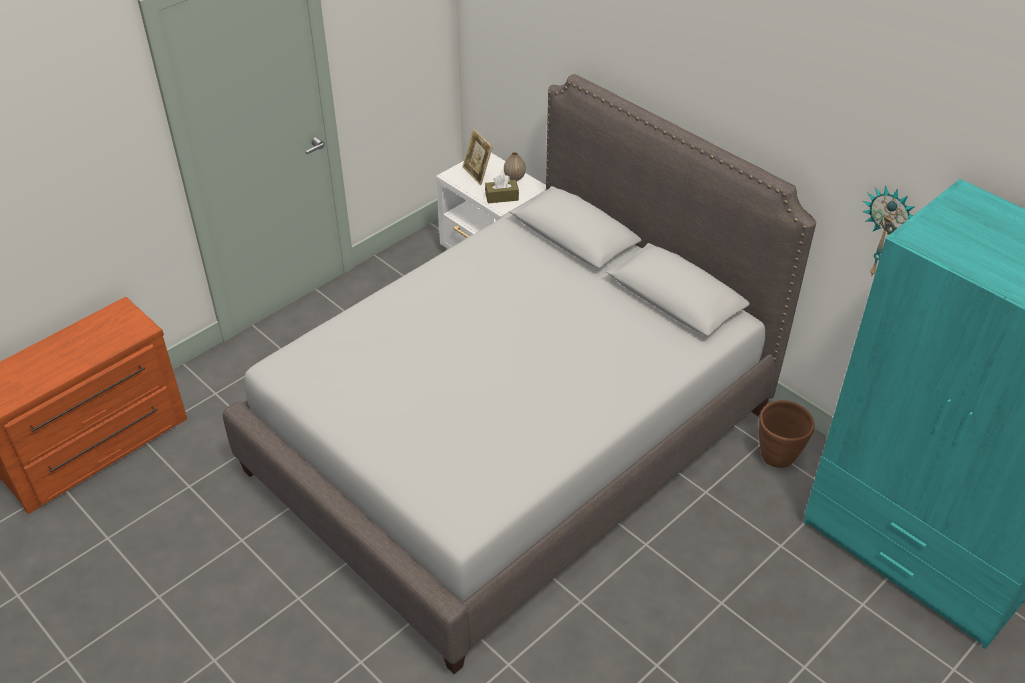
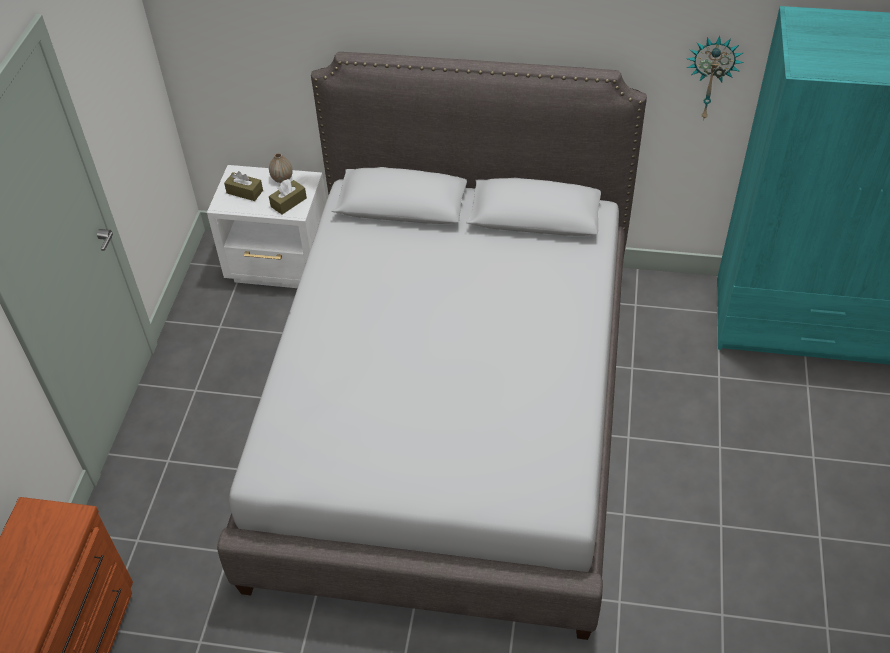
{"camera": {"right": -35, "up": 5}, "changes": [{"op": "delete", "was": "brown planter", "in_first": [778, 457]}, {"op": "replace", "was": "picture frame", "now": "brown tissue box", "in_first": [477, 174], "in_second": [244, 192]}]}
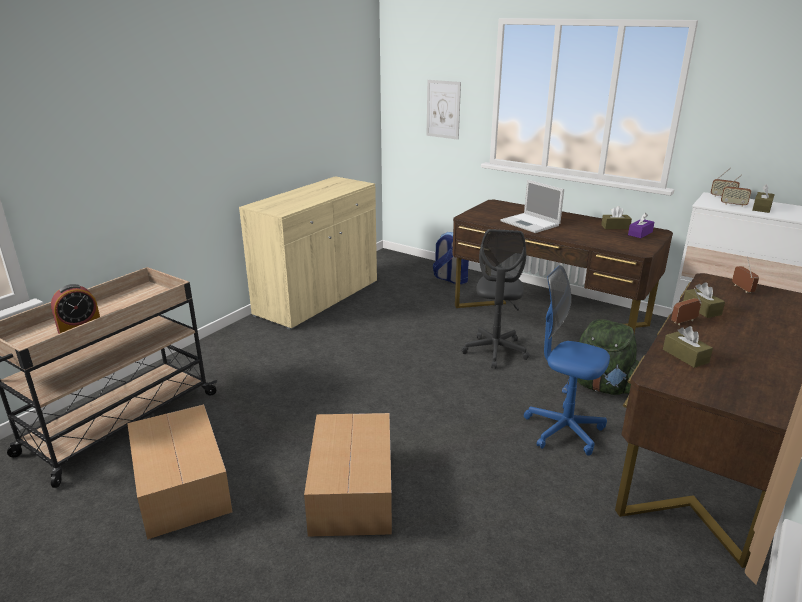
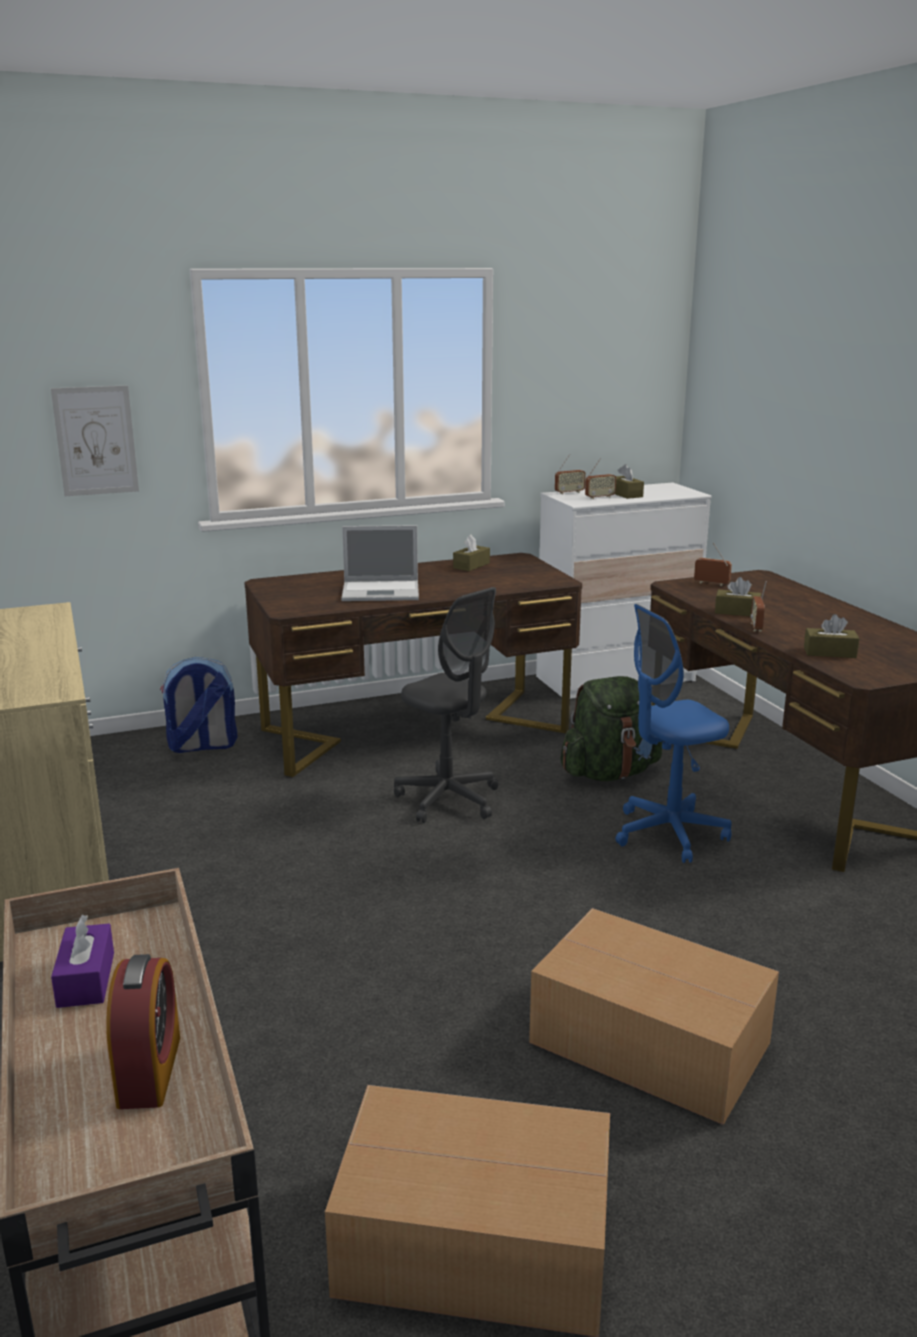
{"camera": {"right": -55, "up": -5}, "changes": [{"op": "move", "was": "purple tissue box", "in_first": [640, 233], "in_second": [86, 979]}]}
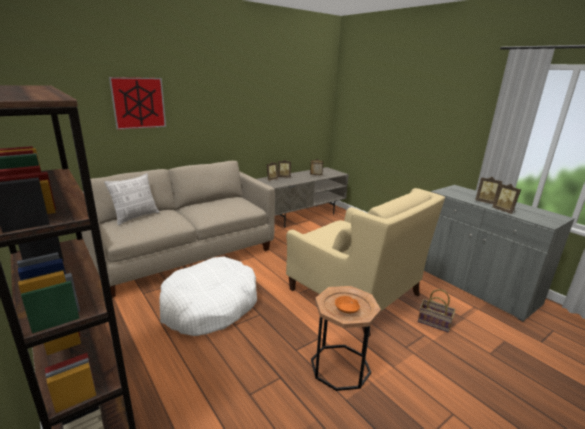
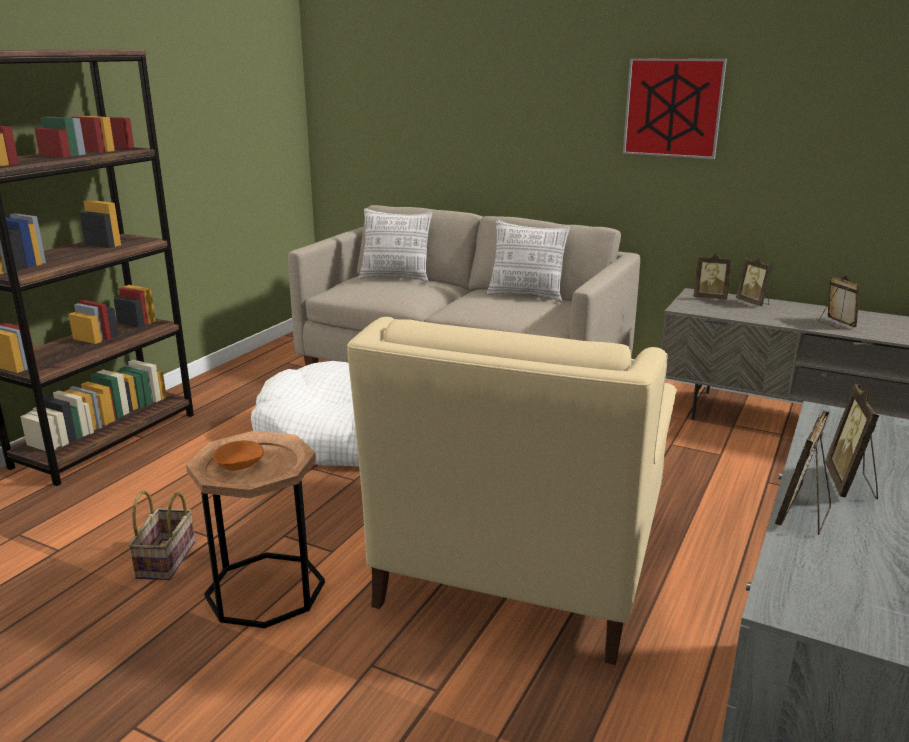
{"camera": {"right": 65, "up": 0}, "changes": [{"op": "insert", "now": "pillow", "in_second": [526, 295]}, {"op": "move", "was": "picture", "in_first": [138, 103], "in_second": [673, 108]}, {"op": "move", "was": "basket", "in_first": [435, 322], "in_second": [167, 561]}]}
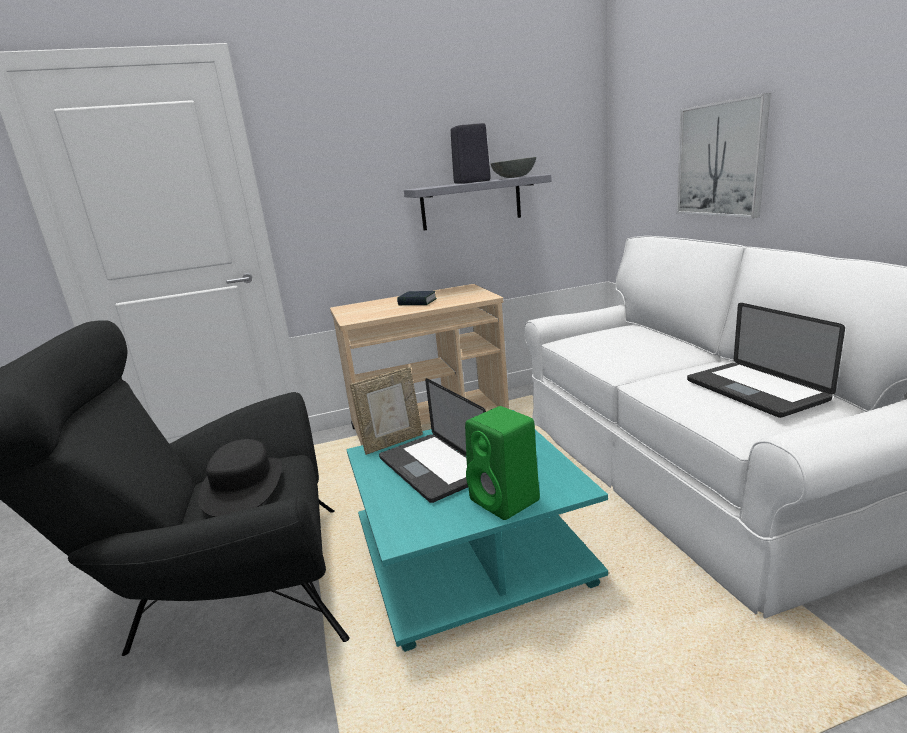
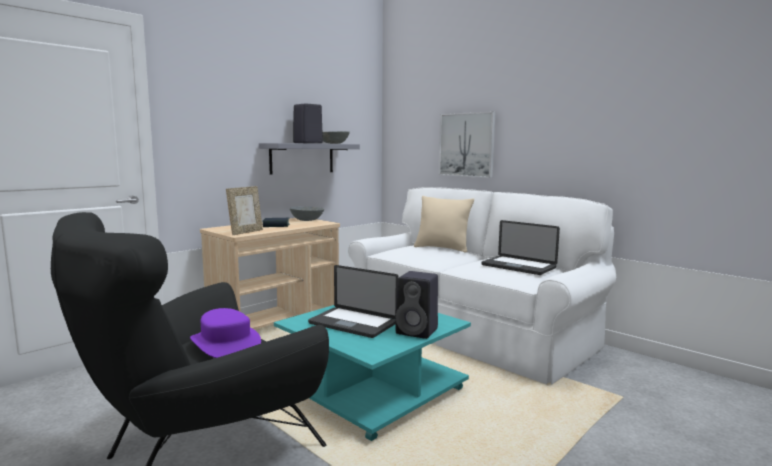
{"camera": {"right": -30, "up": -10}, "changes": [{"op": "insert", "now": "grey bowl", "in_second": [306, 220]}, {"op": "insert", "now": "beige pillow", "in_second": [442, 248]}, {"op": "move", "was": "picture frame", "in_first": [393, 442], "in_second": [246, 232]}, {"op": "recolor", "was": "black hat", "now": "purple hat", "in_first": [244, 487], "in_second": [226, 344]}, {"op": "recolor", "was": "green speaker", "now": "black speaker", "in_first": [506, 501], "in_second": [418, 331]}]}
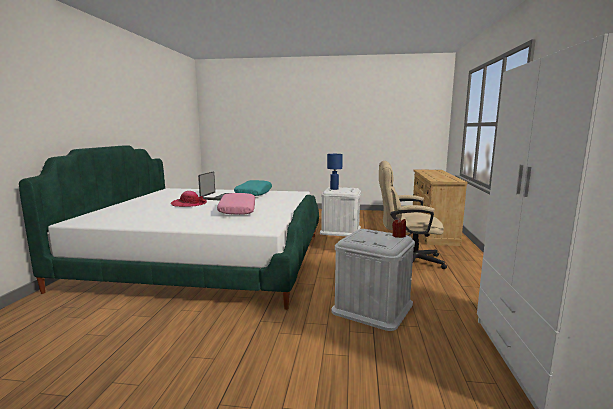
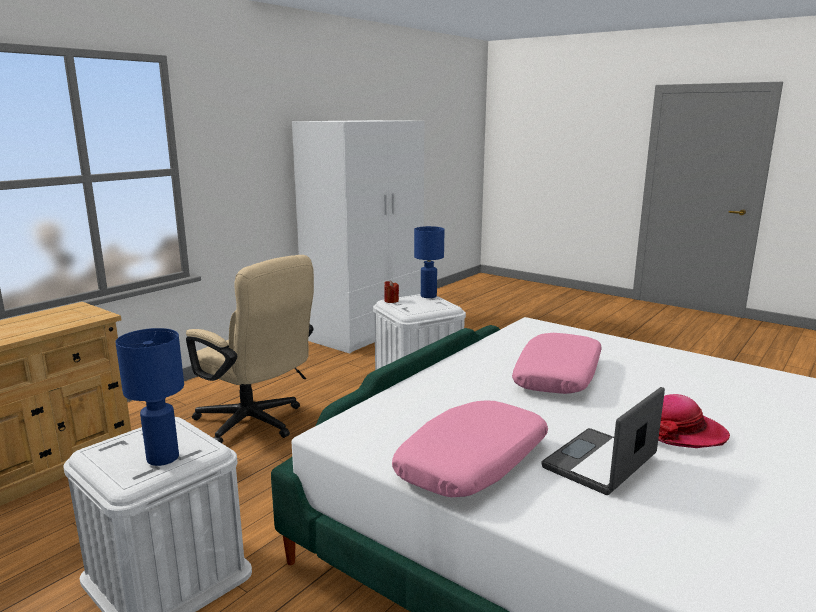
{"camera": {"right": -150, "up": 5}, "changes": [{"op": "insert", "now": "blue table lamp", "in_second": [428, 296]}, {"op": "recolor", "was": "turquoise pillow", "now": "pink pillow", "in_first": [253, 193], "in_second": [473, 463]}]}
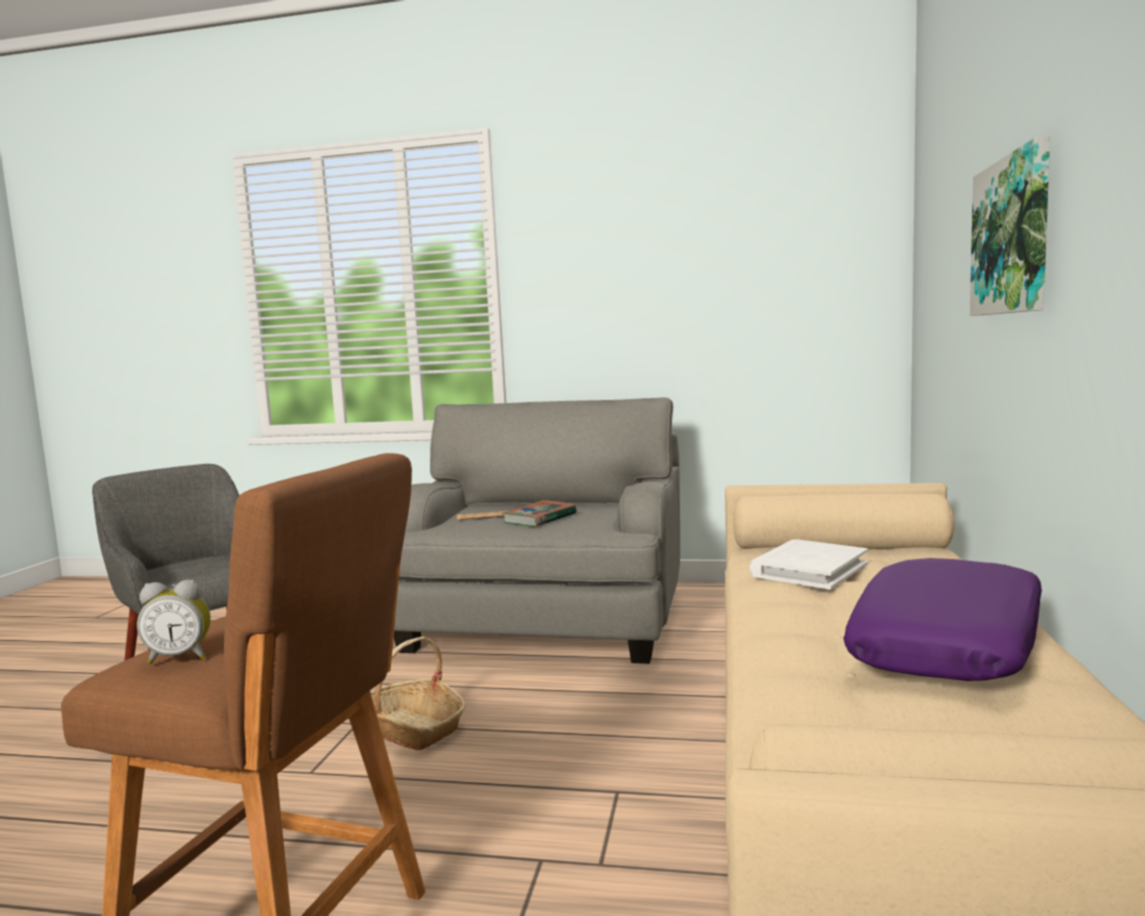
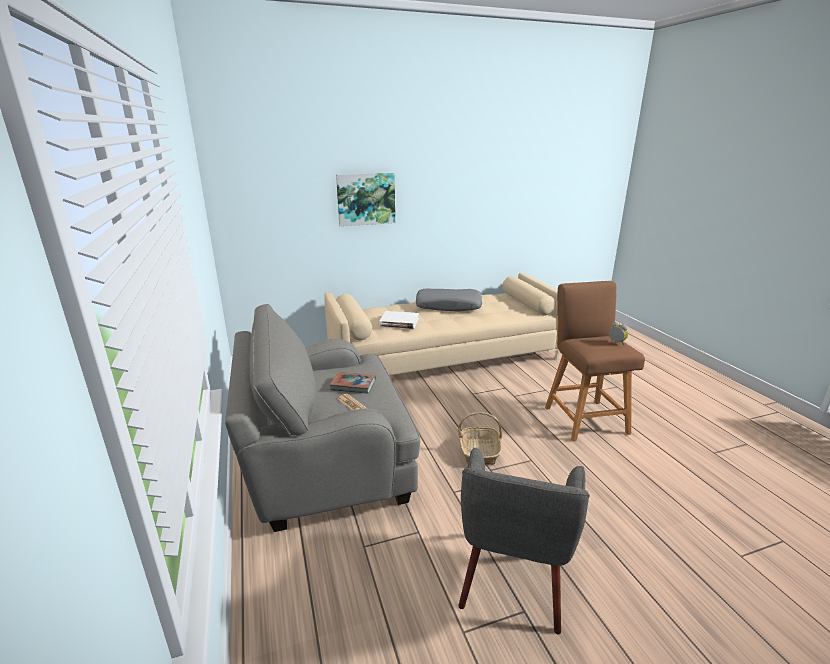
{"camera": {"right": -120, "up": 15}, "changes": [{"op": "recolor", "was": "purple pillow", "now": "grey pillow", "in_first": [949, 644], "in_second": [448, 306]}]}
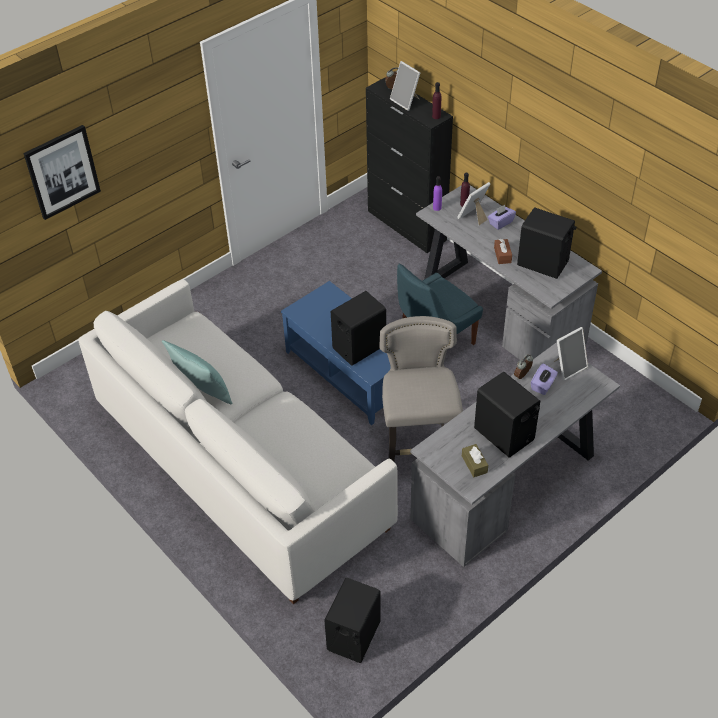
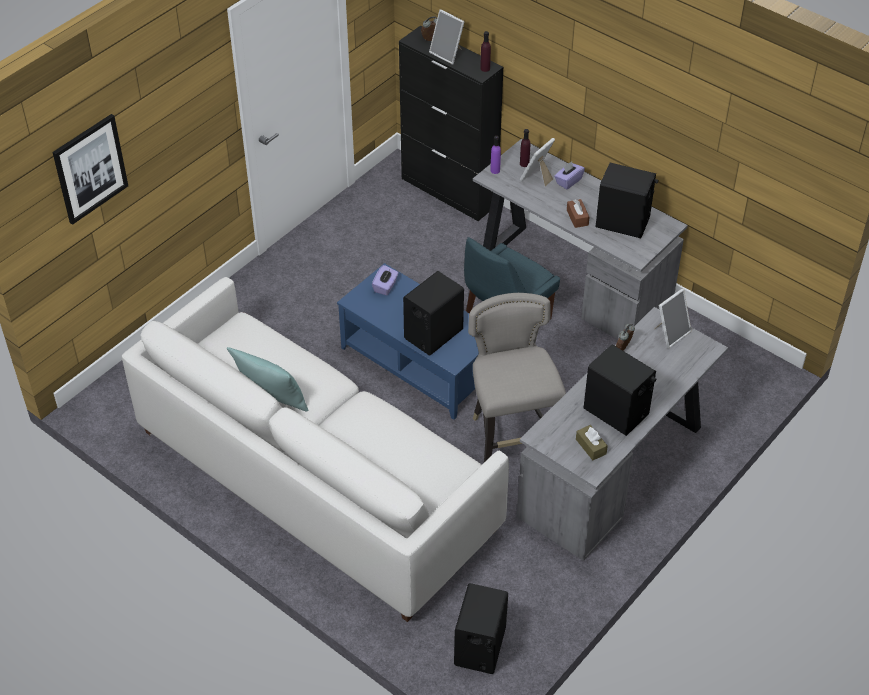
{"camera": {"right": -10, "up": 0}, "changes": [{"op": "move", "was": "purple tissue box", "in_first": [543, 385], "in_second": [385, 287]}]}
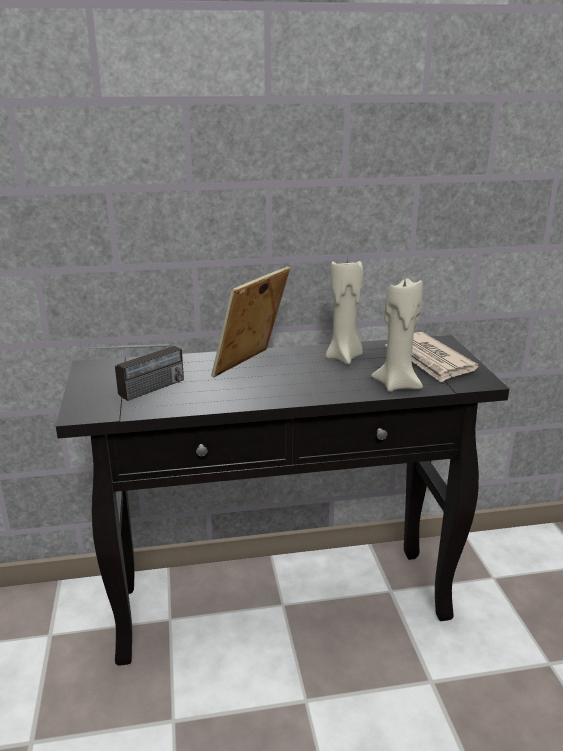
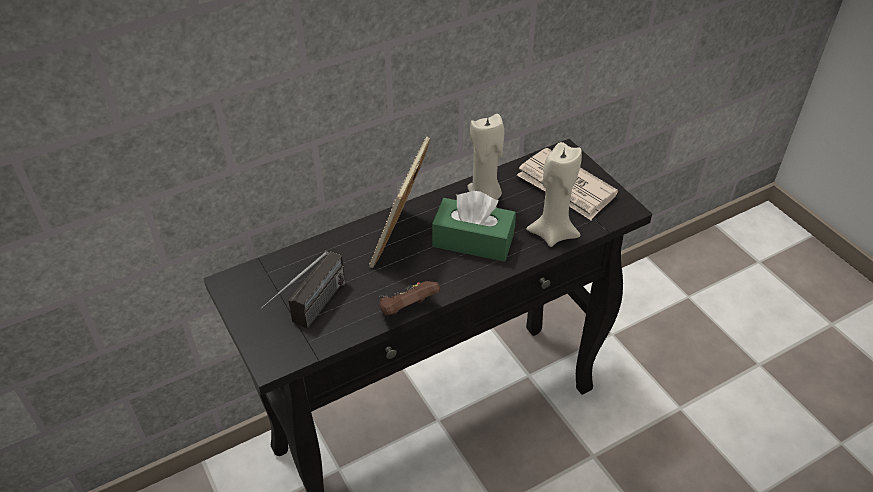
{"camera": {"right": -20, "up": 20}, "changes": [{"op": "insert", "now": "brown game controller", "in_second": [407, 309]}, {"op": "insert", "now": "green tissue box", "in_second": [473, 241]}]}
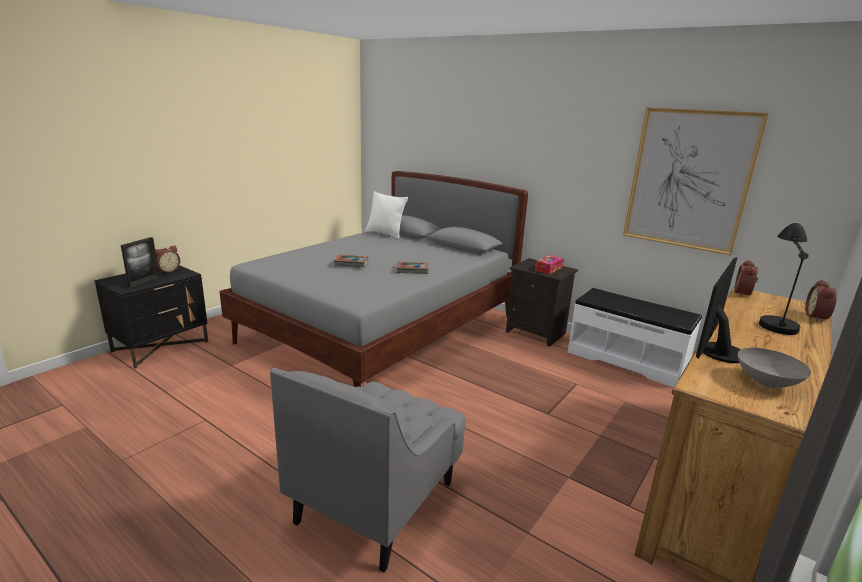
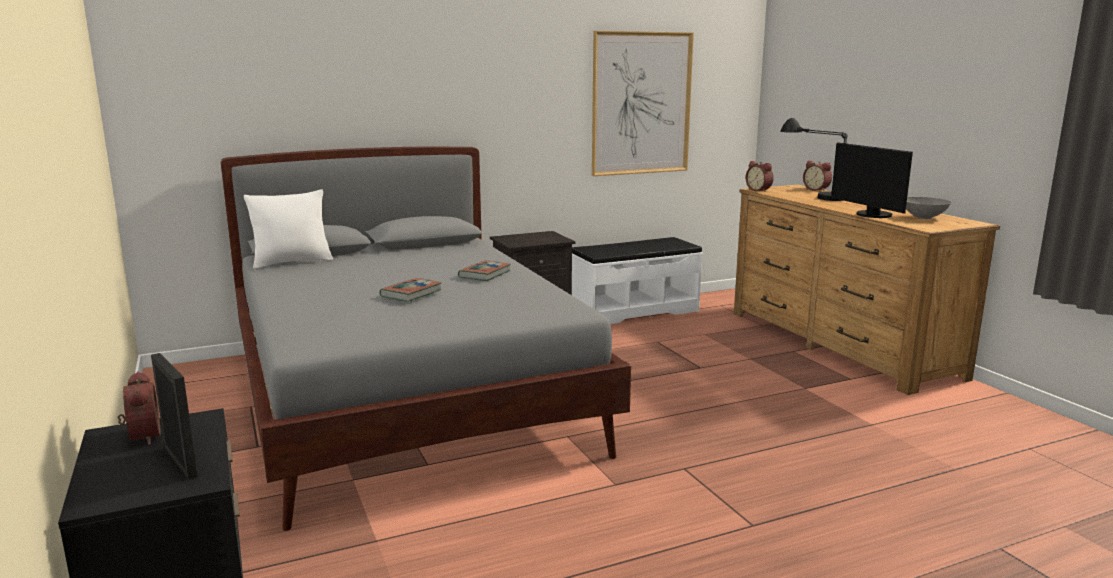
{"camera": {"right": -60, "up": -5}, "changes": [{"op": "delete", "was": "grey armchair", "in_first": [377, 500]}, {"op": "delete", "was": "tissue box", "in_first": [549, 269]}]}
